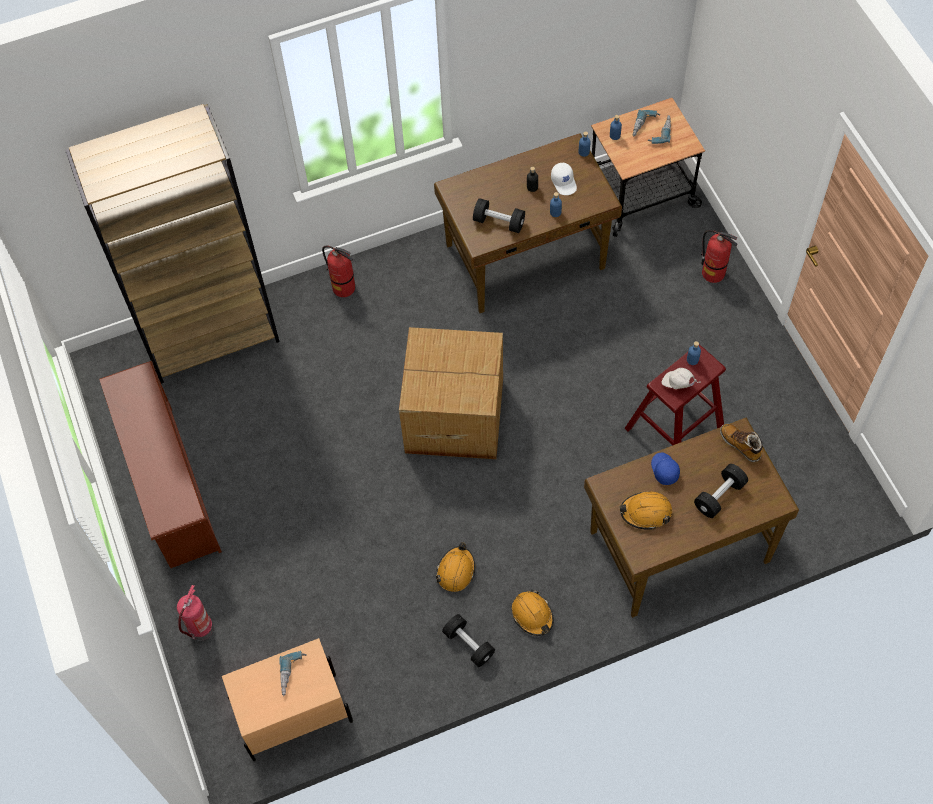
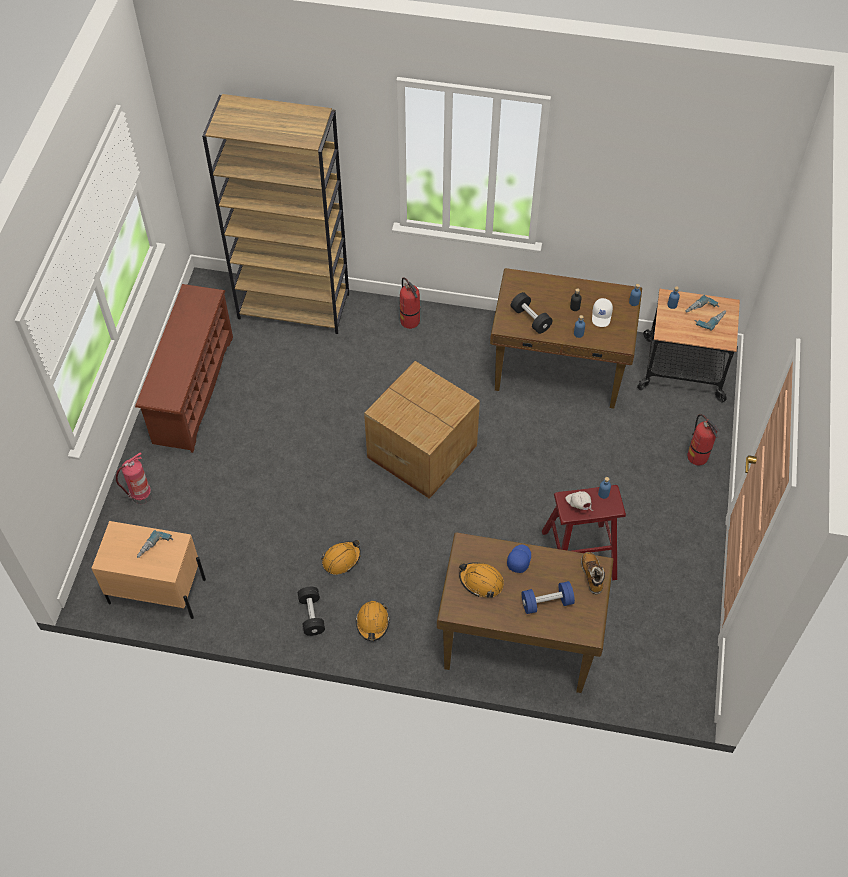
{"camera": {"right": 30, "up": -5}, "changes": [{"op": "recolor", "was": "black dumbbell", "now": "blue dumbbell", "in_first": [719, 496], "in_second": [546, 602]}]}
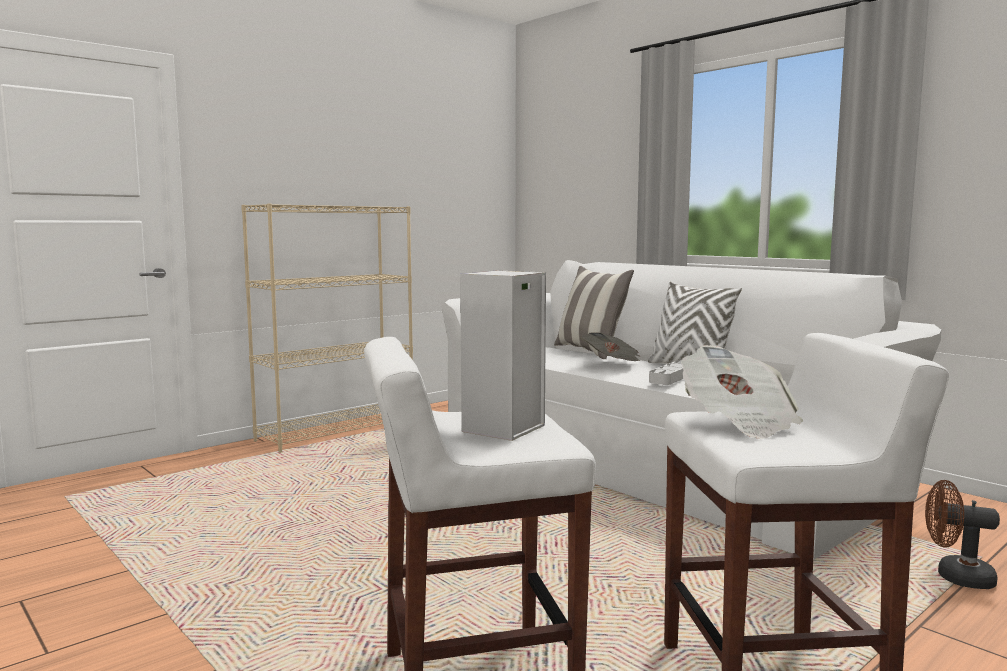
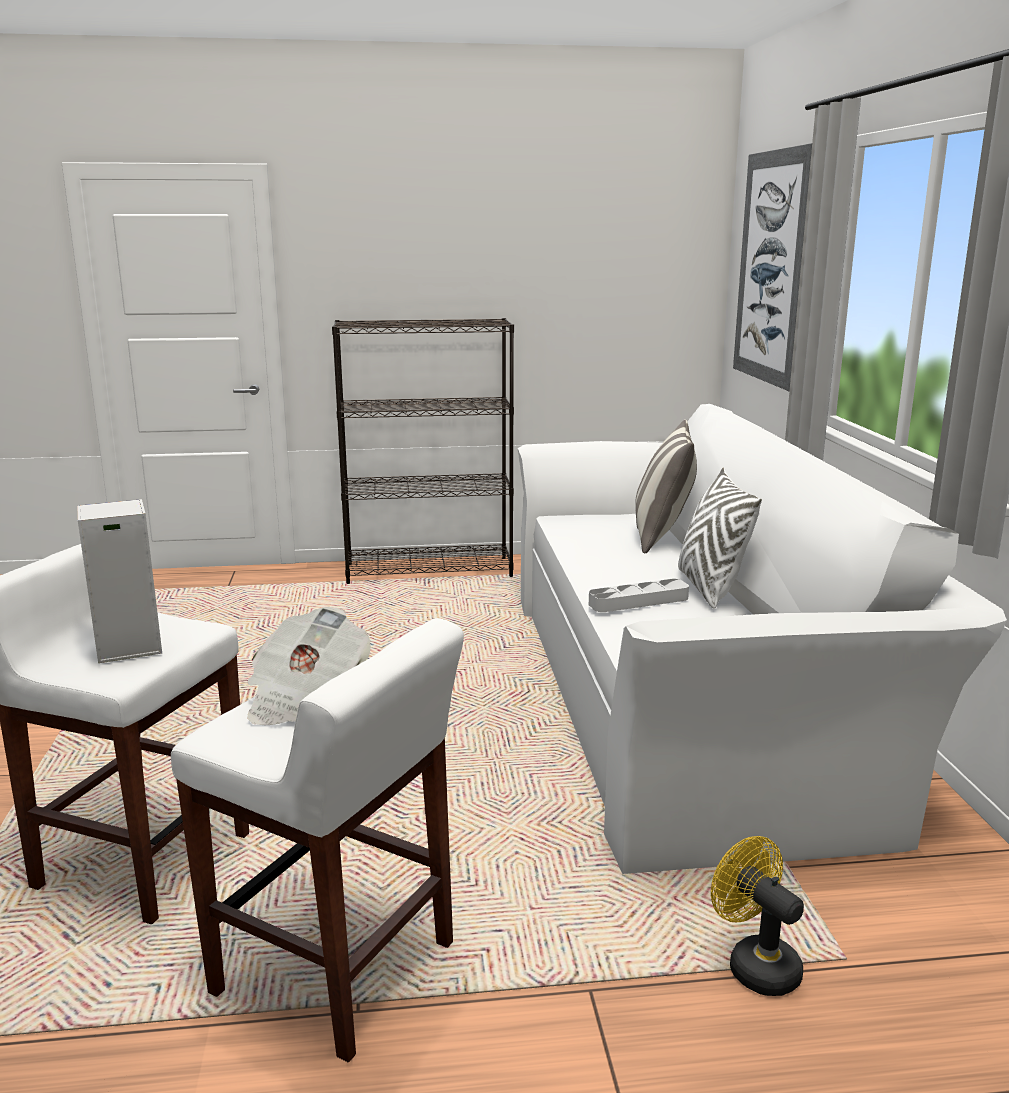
{"camera": {"right": 35, "up": 10}, "changes": [{"op": "delete", "was": "newspaper", "in_first": [612, 364]}, {"op": "insert", "now": "picture", "in_second": [772, 268]}, {"op": "recolor", "was": "beige bookcase", "now": "black bookcase", "in_first": [337, 432], "in_second": [430, 570]}, {"op": "recolor", "was": "brown fan", "now": "yellow fan", "in_first": [956, 577], "in_second": [755, 964]}]}
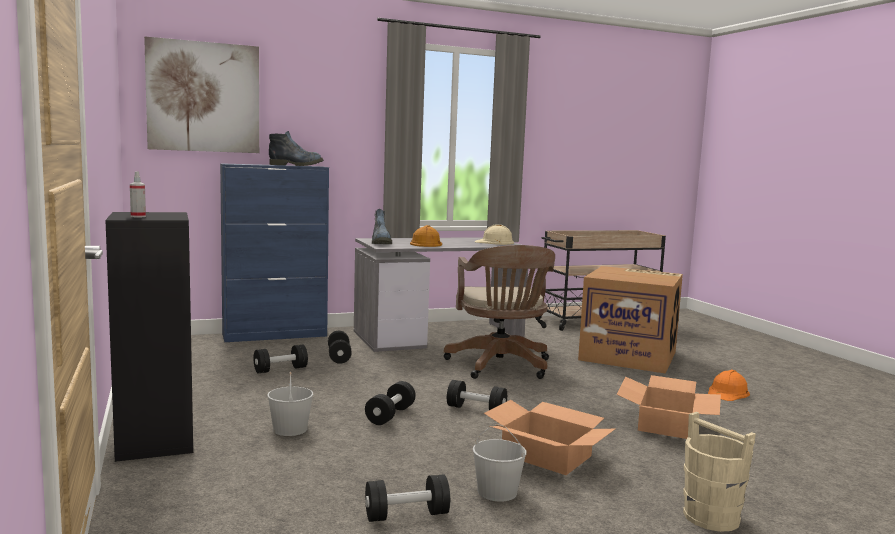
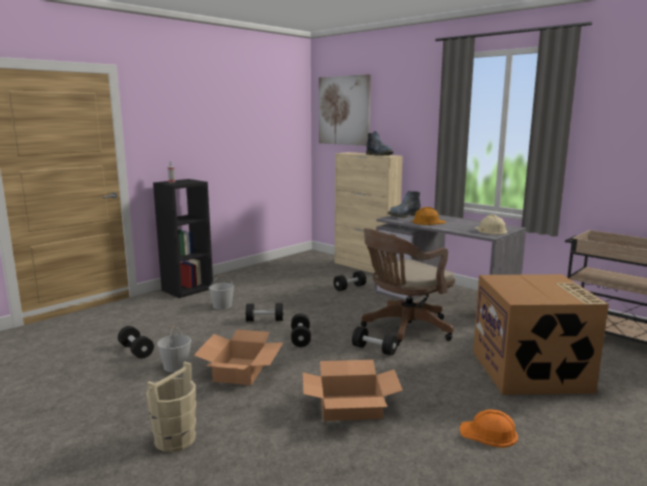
{"camera": {"right": 65, "up": 5}, "changes": [{"op": "move", "was": "black dumbbell", "in_first": [280, 370], "in_second": [374, 350]}, {"op": "recolor", "was": "blue cabinet", "now": "beige cabinet", "in_first": [275, 335], "in_second": [365, 267]}]}
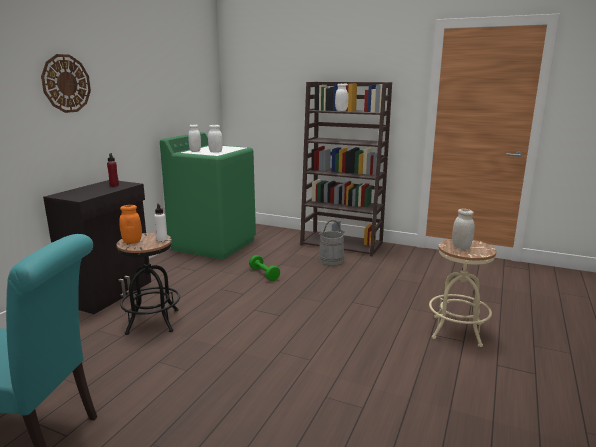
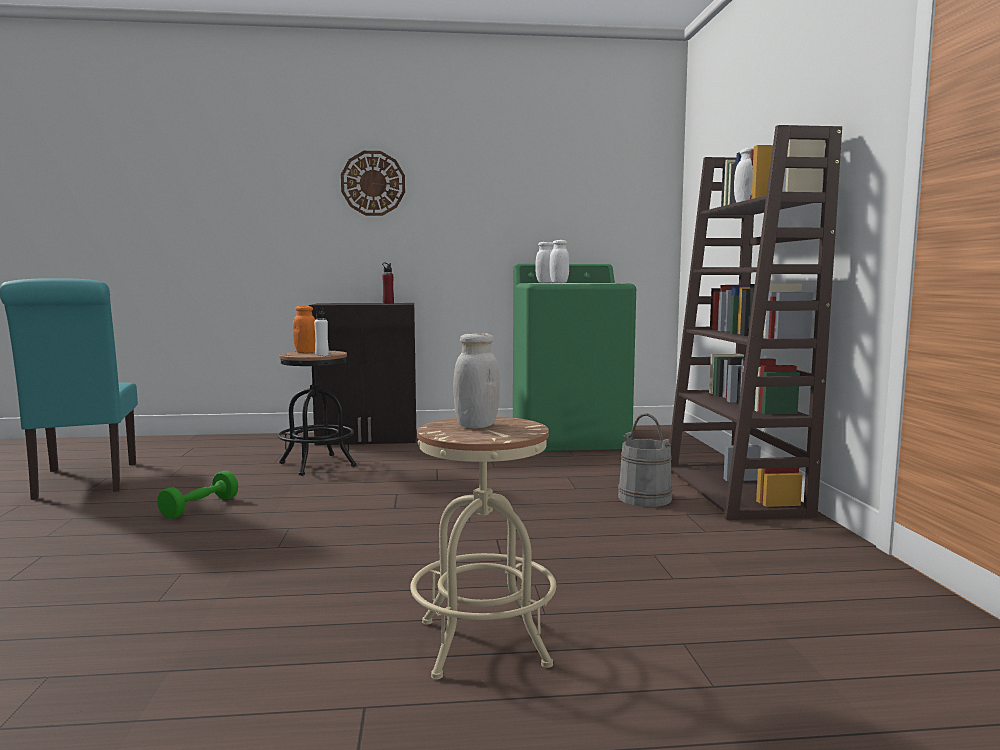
{"camera": {"right": 60, "up": -10}, "changes": [{"op": "move", "was": "green dumbbell", "in_first": [264, 274], "in_second": [200, 507]}]}
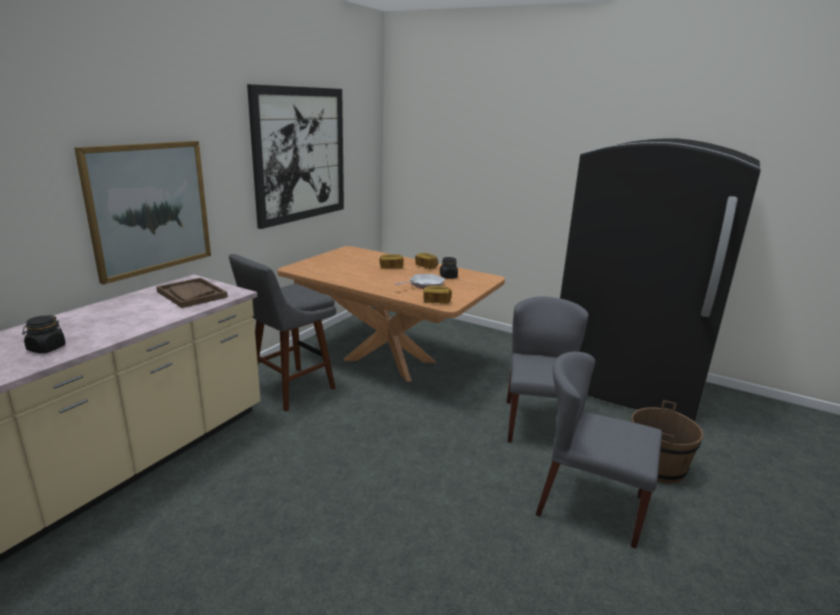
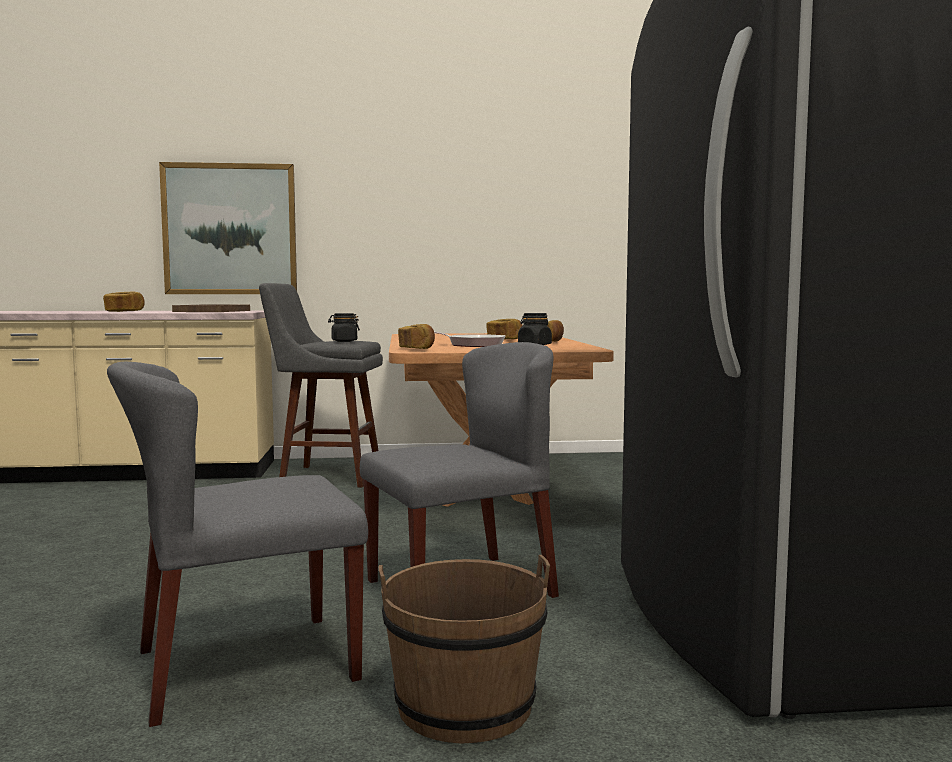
{"camera": {"right": 55, "up": -15}, "changes": [{"op": "delete", "was": "picture", "in_first": [300, 154]}, {"op": "insert", "now": "bread", "in_second": [124, 311]}, {"op": "move", "was": "black jar", "in_first": [46, 348], "in_second": [344, 341]}, {"op": "rotate", "was": "grey chair", "in_first": [589, 505], "in_second": [244, 665], "clockwise": -105}]}
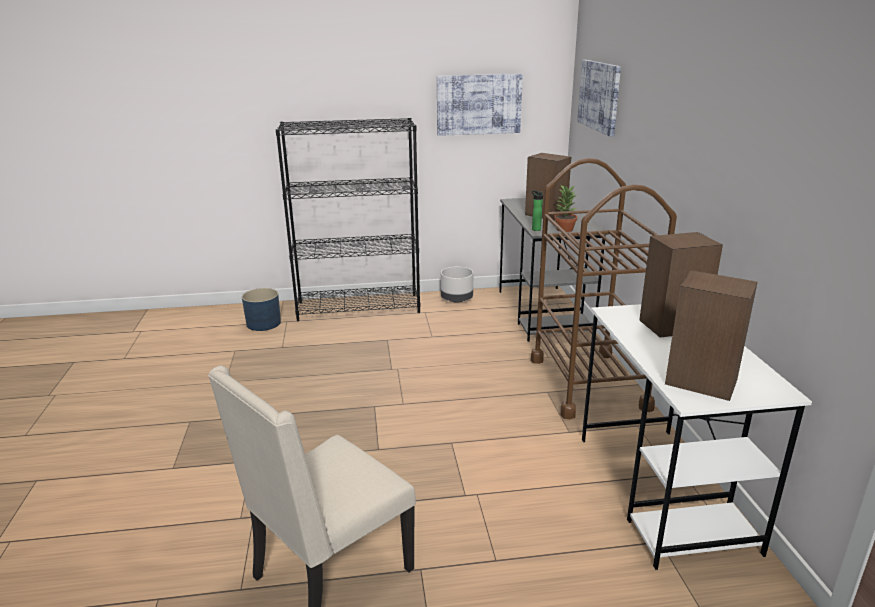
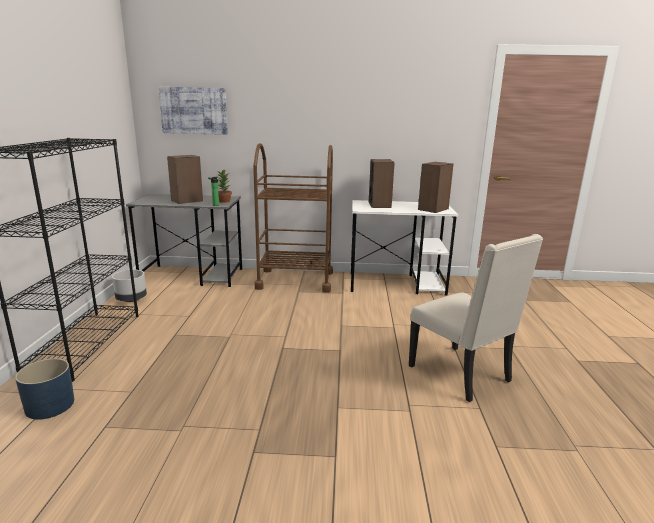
{"camera": {"right": -80, "up": -5}, "changes": [{"op": "delete", "was": "picture", "in_first": [479, 104]}]}
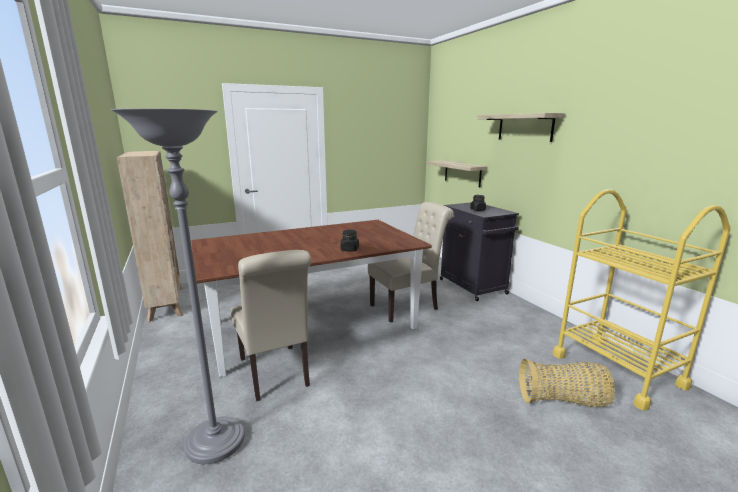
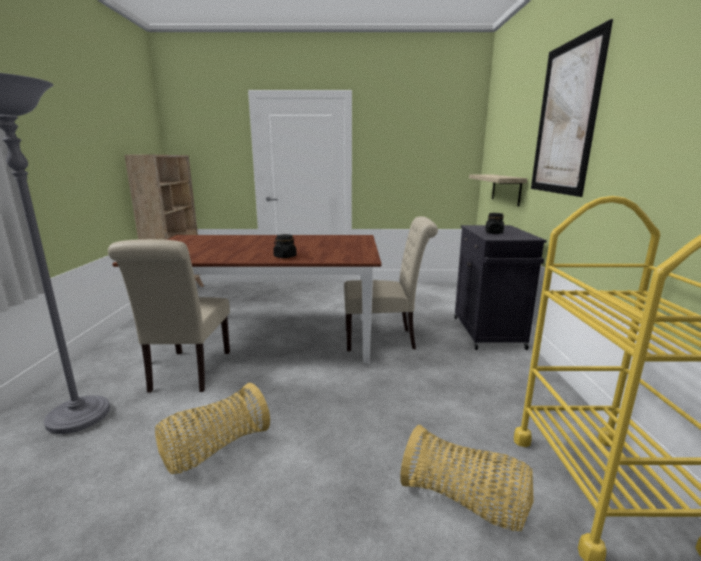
{"camera": {"right": 25, "up": 0}, "changes": [{"op": "insert", "now": "basket", "in_second": [215, 449]}, {"op": "replace", "was": "shelf", "now": "picture", "in_first": [525, 127], "in_second": [565, 119]}]}
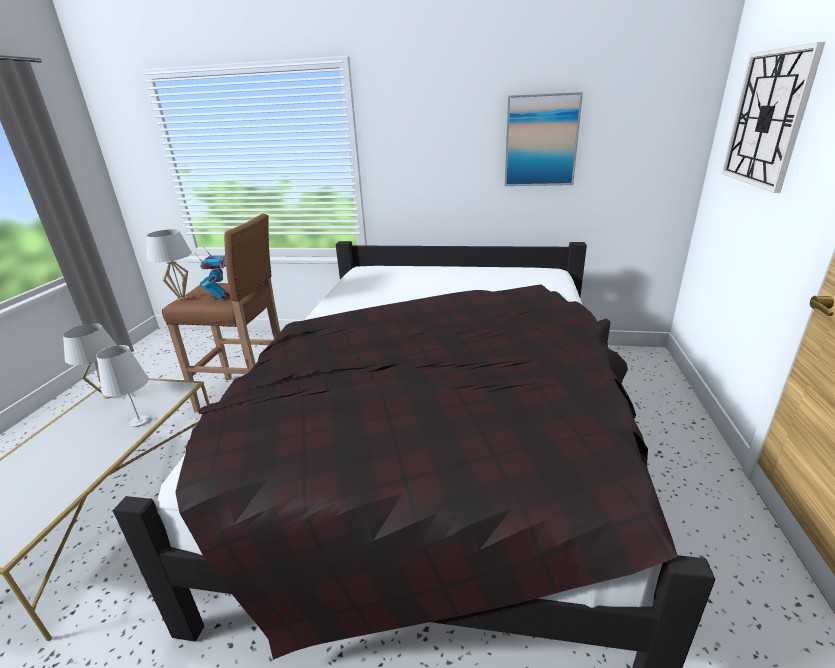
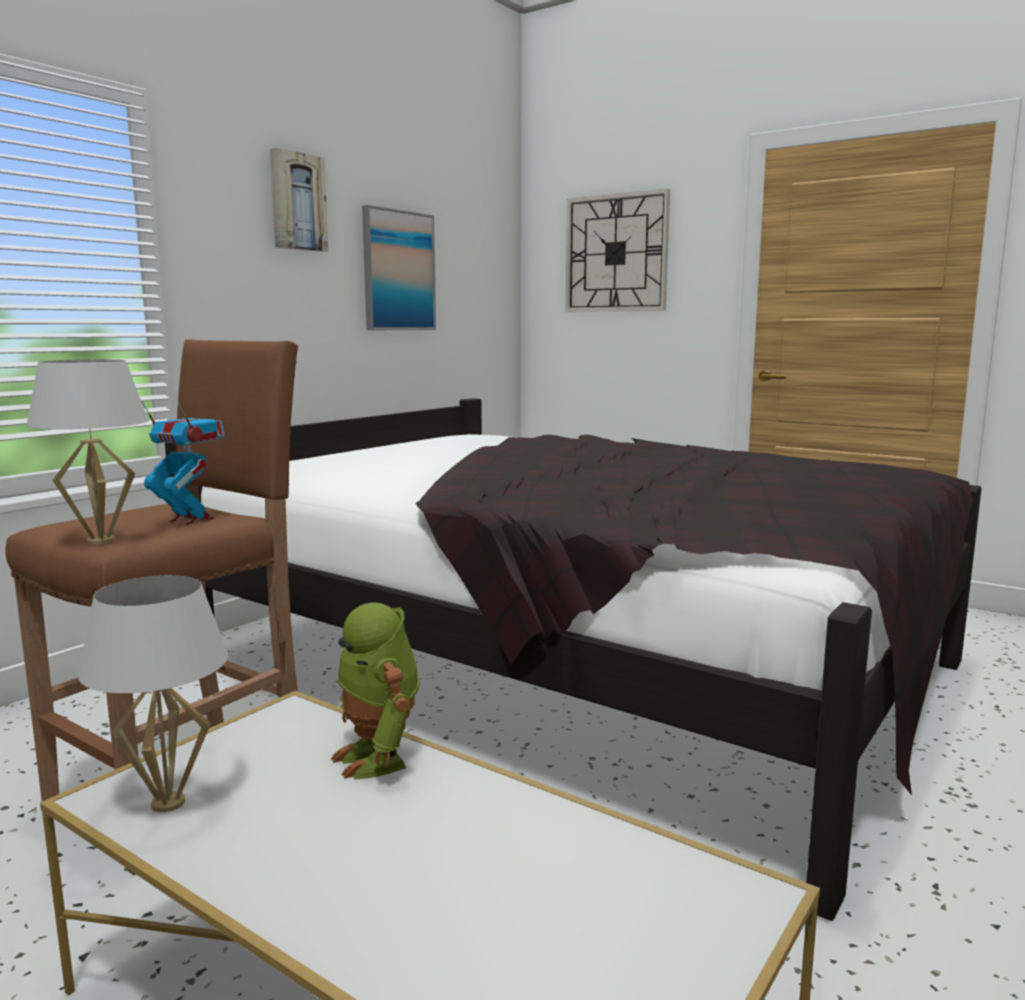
{"camera": {"right": -65, "up": -15}, "changes": [{"op": "insert", "now": "picture", "in_second": [297, 202]}, {"op": "replace", "was": "white table lamp", "now": "toy robot", "in_first": [139, 421], "in_second": [379, 758]}]}
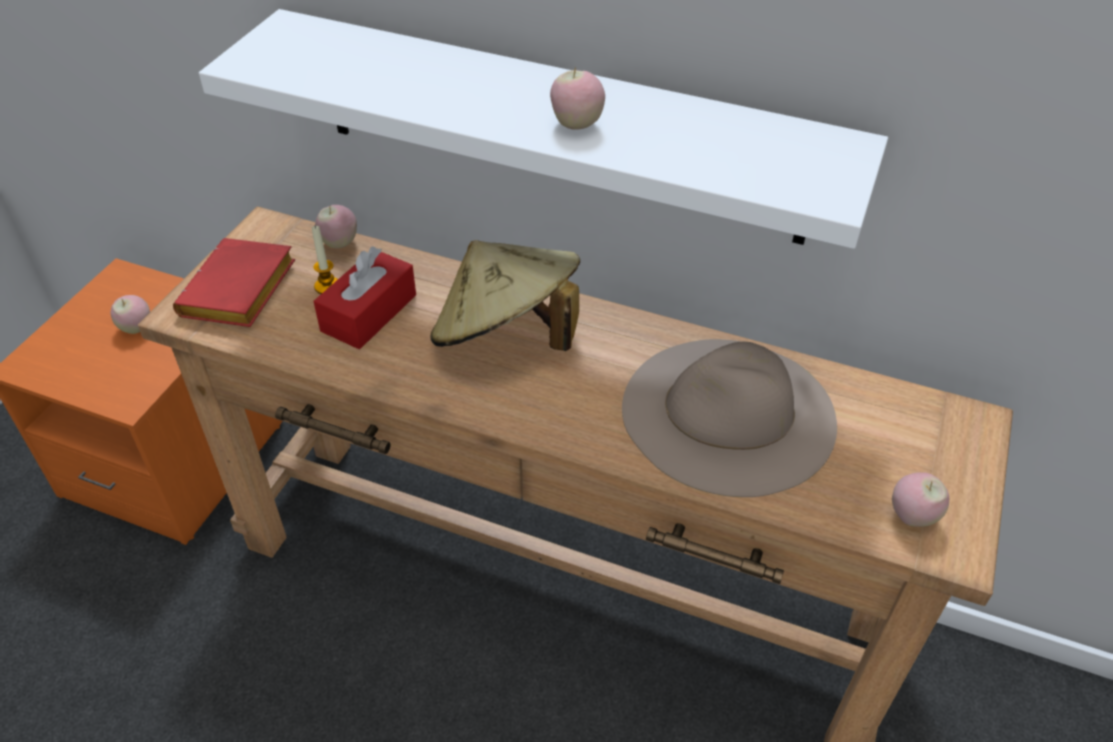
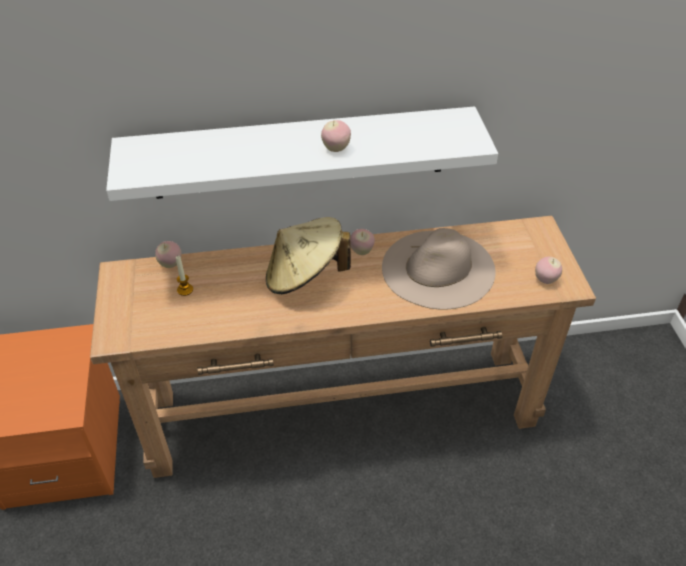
{"camera": {"right": -30, "up": 0}, "changes": [{"op": "delete", "was": "red book", "in_first": [240, 293]}, {"op": "delete", "was": "red tissue box", "in_first": [369, 313]}, {"op": "move", "was": "apple", "in_first": [136, 328], "in_second": [361, 251]}]}
